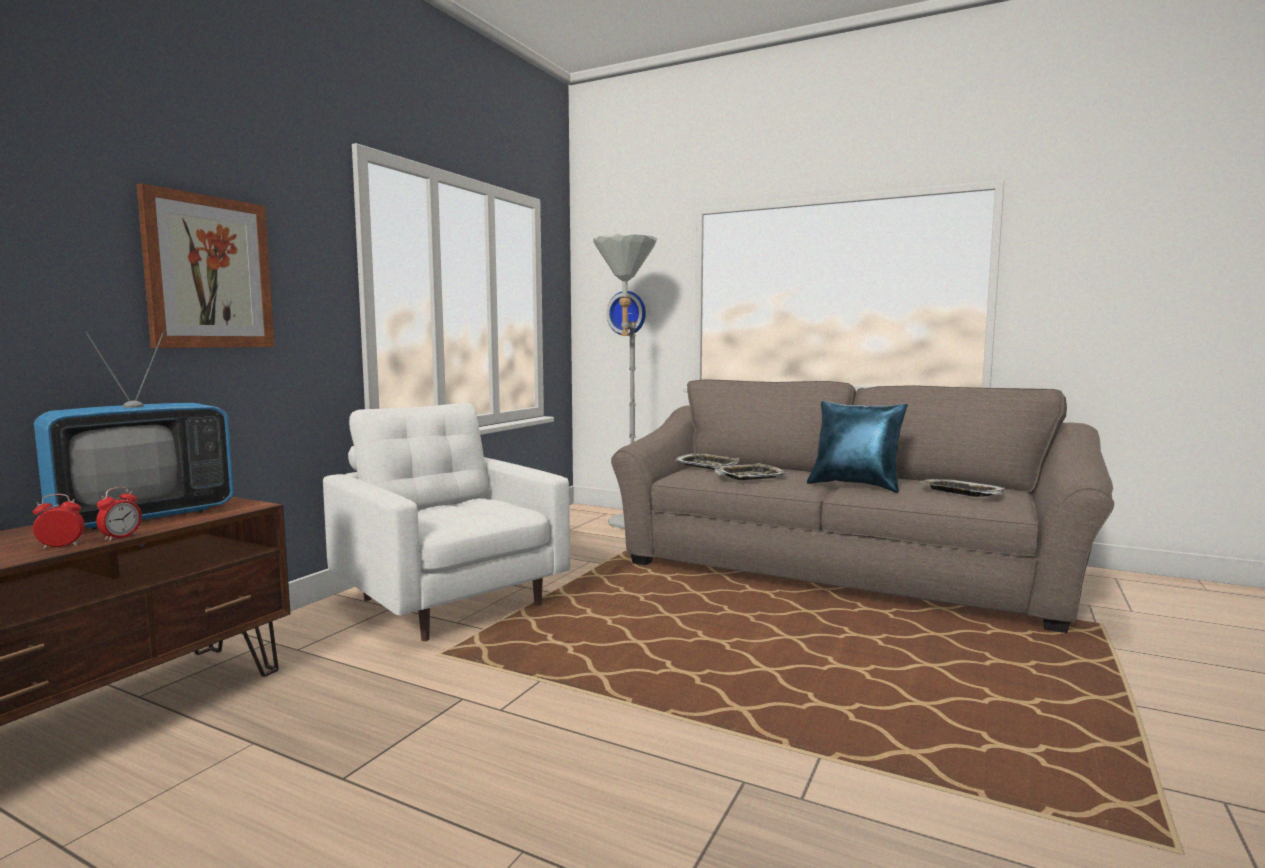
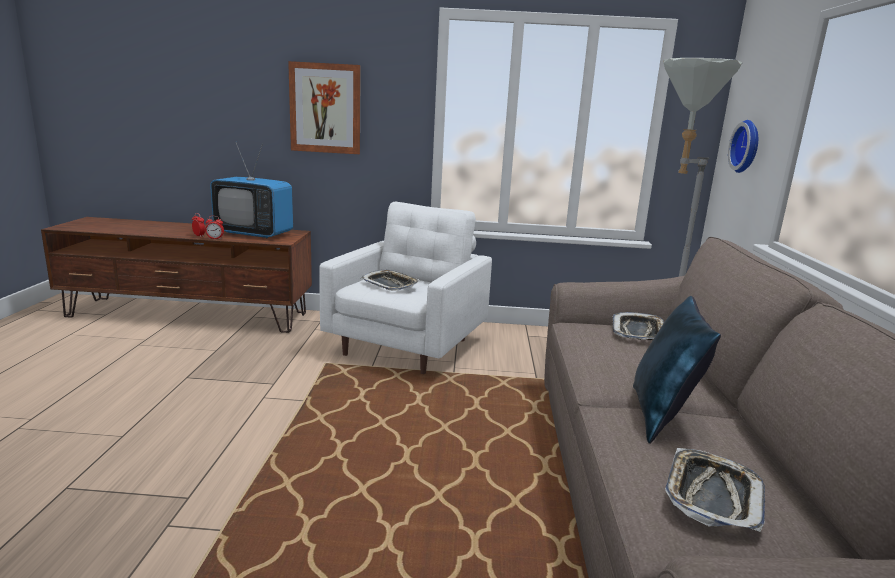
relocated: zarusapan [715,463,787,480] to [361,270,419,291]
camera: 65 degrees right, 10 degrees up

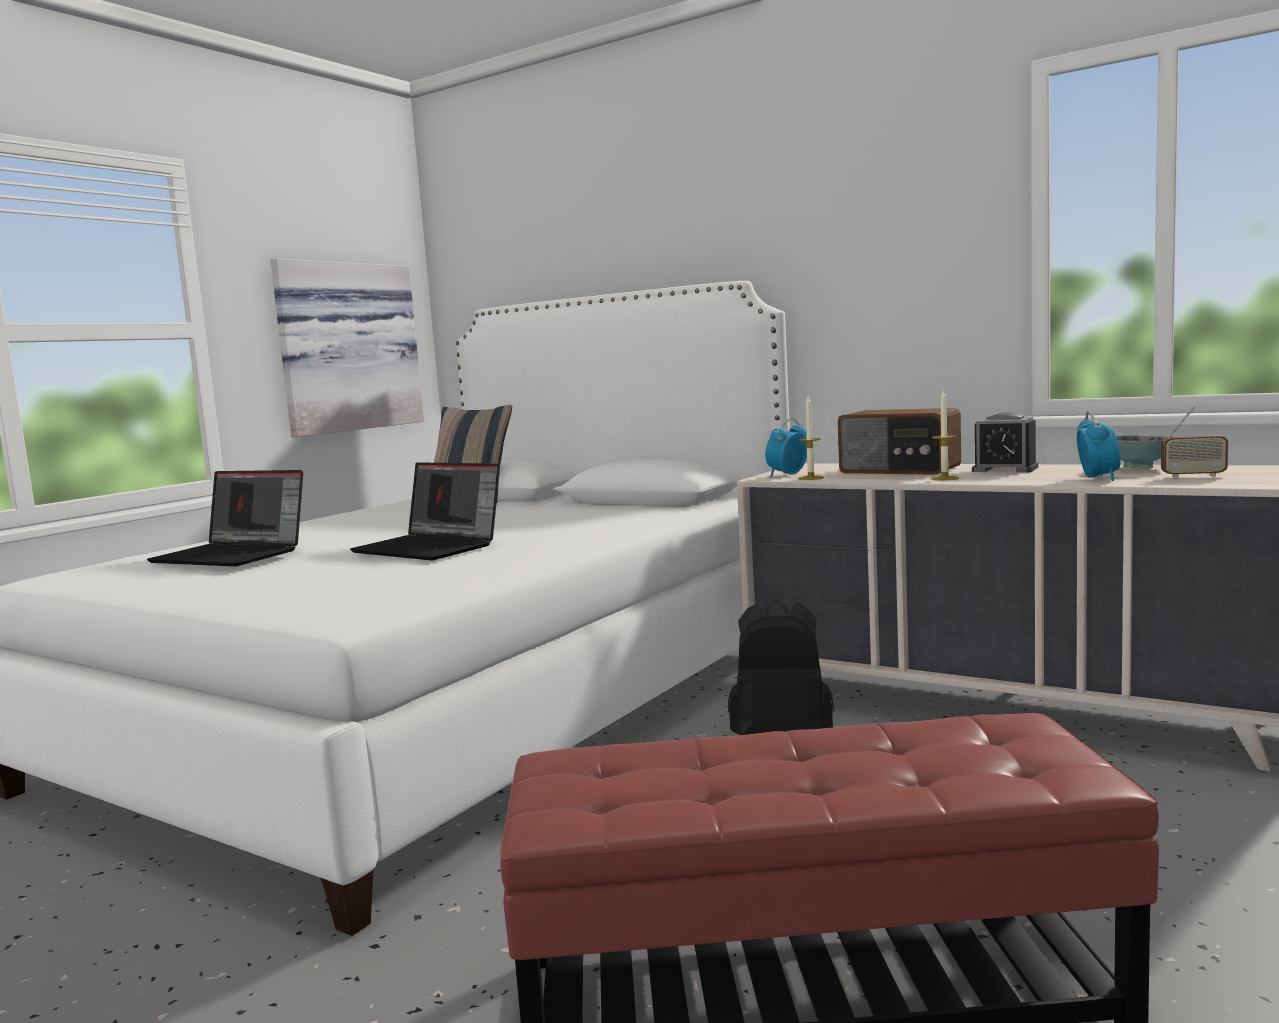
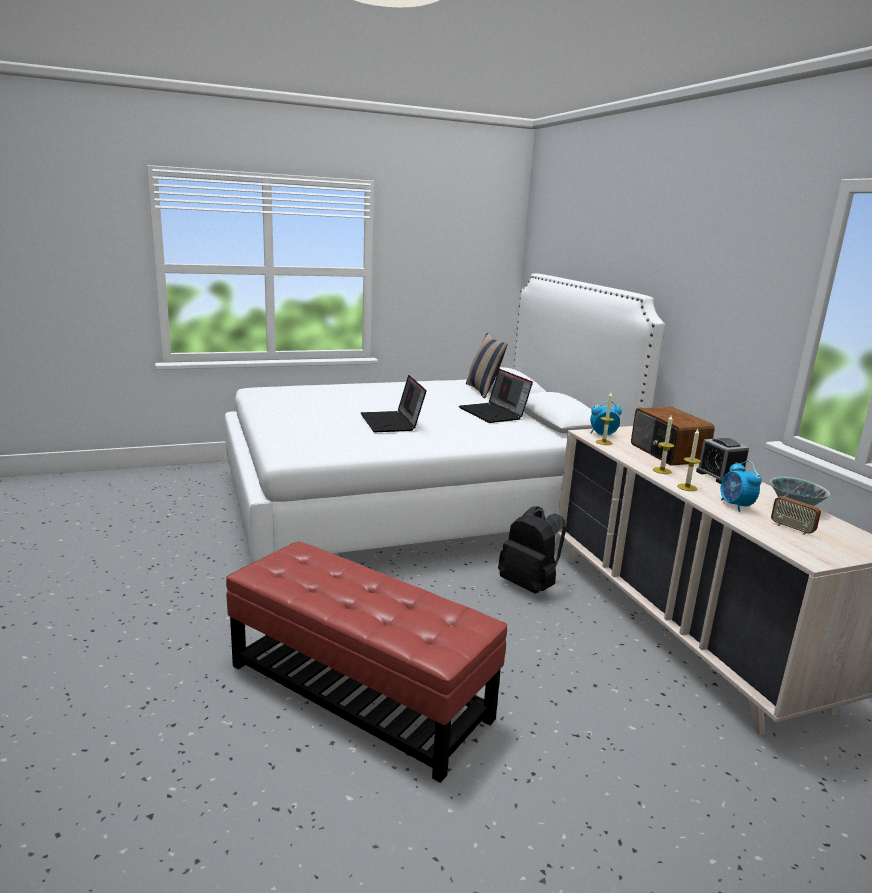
missing: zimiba [270,258,424,437]
appeared: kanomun [677,429,701,491]
relocated: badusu [147,470,303,566] to [459,369,533,423]
spun: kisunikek [1077,411,1121,481] = [721,461,762,512] 120 degrees clockwise
camera: 35 degrees right, 10 degrees up

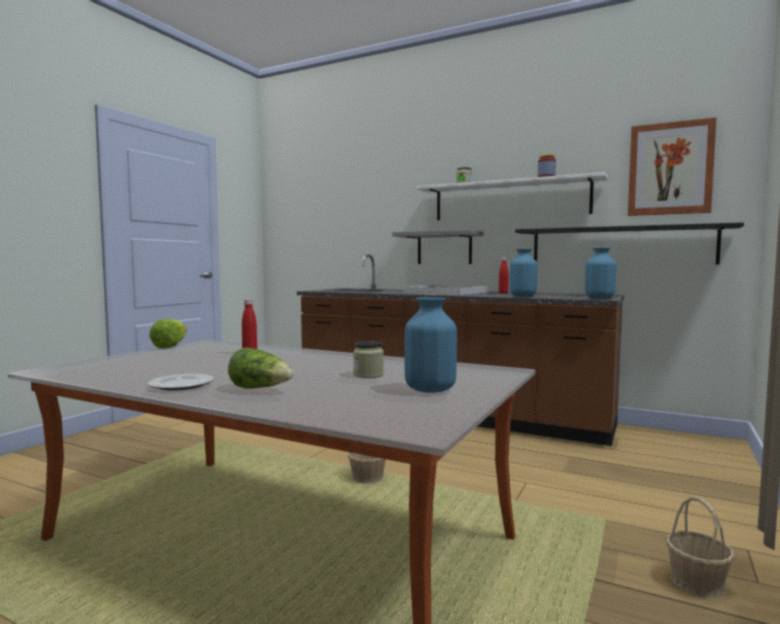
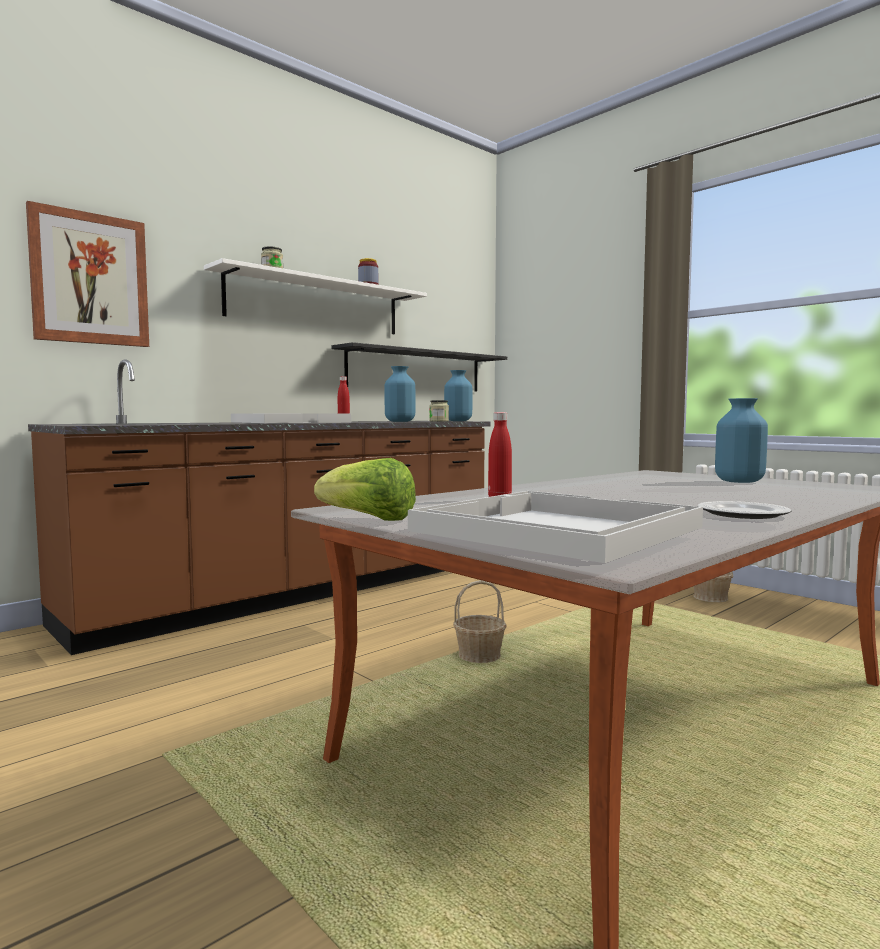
missing: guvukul [228,347,294,389]; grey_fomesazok [392,230,484,264]
appeared: white_zarusapan [408,491,703,563]
relocated: zimiba [628,117,717,216] to [26,201,149,347]; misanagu [353,341,384,378] to [429,400,449,422]
camera: 70 degrees left, 0 degrees up

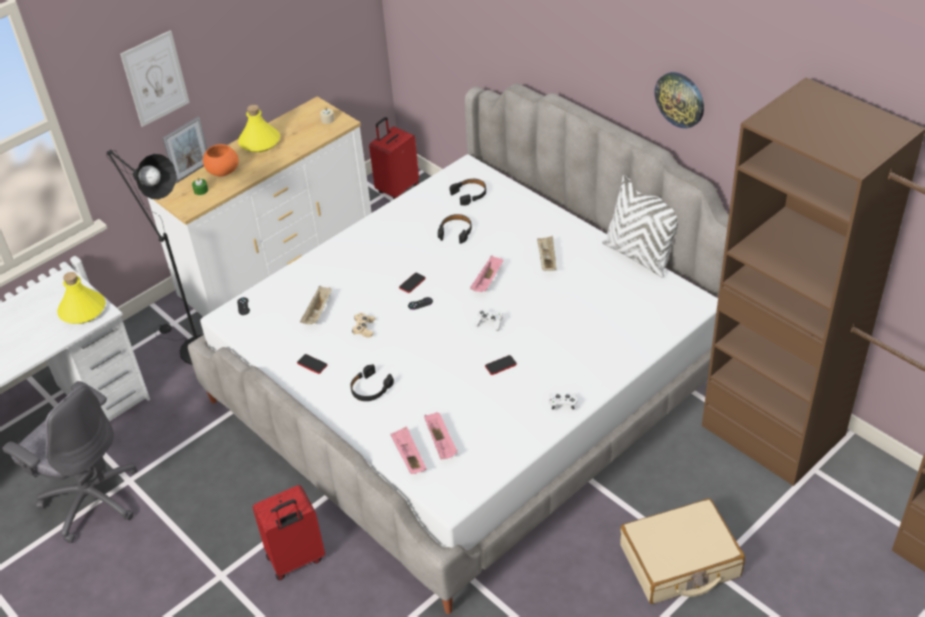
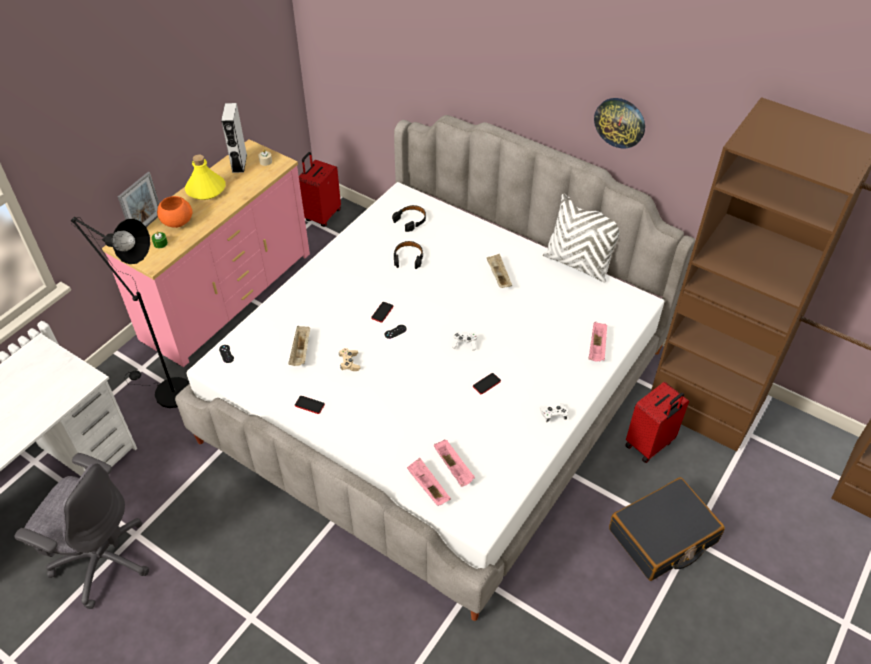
missing: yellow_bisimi [57,272,106,324]; zimiba [120,30,190,127]; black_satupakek [350,364,394,401]
appeared: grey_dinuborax [221,103,247,173]
relocated: pink_zarusapan [470,255,503,292] to [588,322,608,361]; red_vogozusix [252,485,325,580] to [625,382,689,463]
colour: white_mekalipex [148,96,372,317] to pink_mekalipex [102,139,310,367]; beige_vogozusix [620,498,745,604] to black_vogozusix [609,477,725,581]
camera: 15 degrees left, 5 degrees up

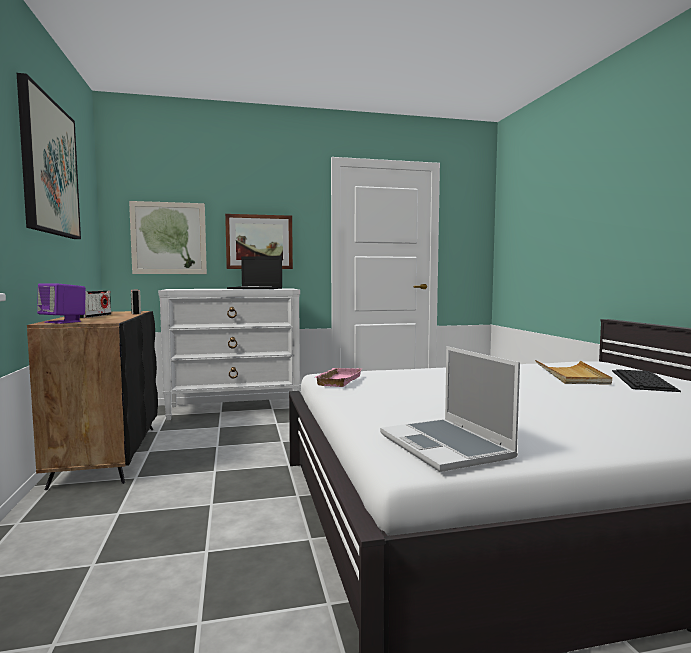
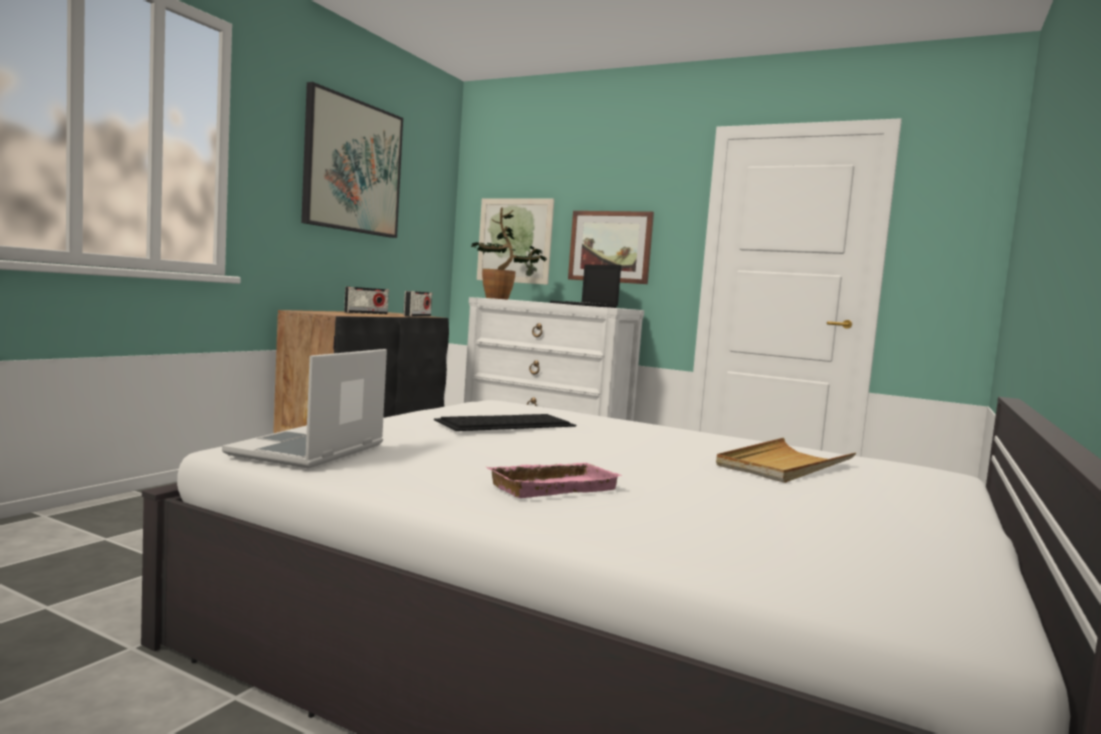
missing: purple_dinuborax [37,283,86,324]
appeared: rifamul [471,207,547,300]
relocated: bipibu [612,369,681,392] to [434,414,576,431]; pink_zarusapan [315,368,362,387] to [487,463,622,498]
camera: 40 degrees right, 0 degrees up

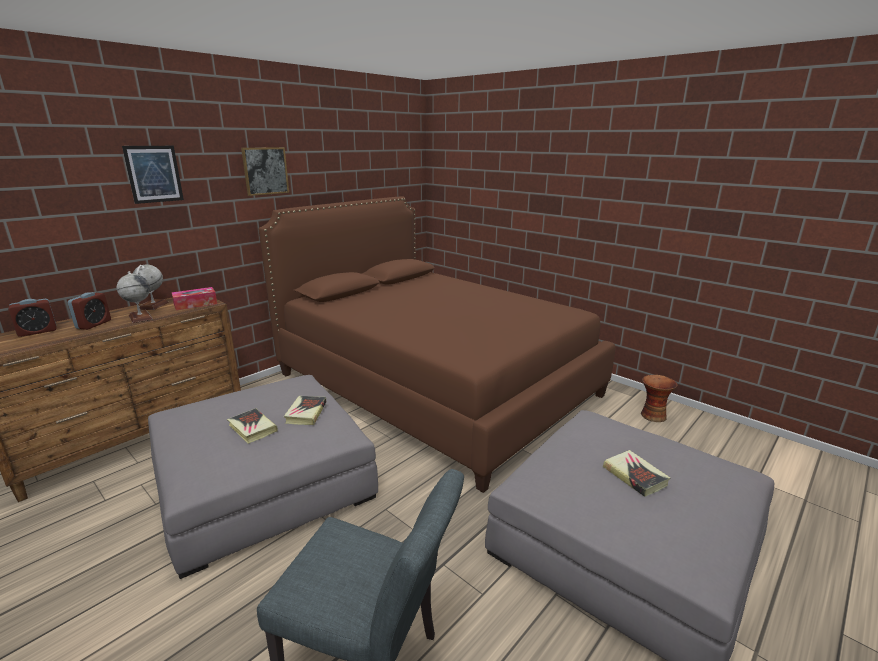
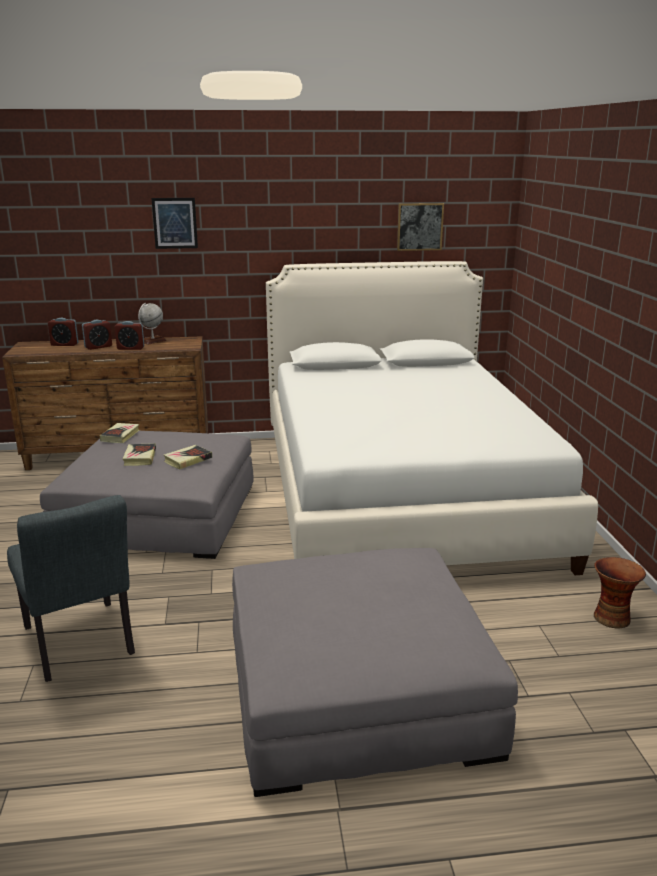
missing: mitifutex [172,287,217,310]
relocated: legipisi [603,450,670,497] to [100,423,139,443]; zimiba [241,147,289,196] to [397,203,444,251]
exchanged: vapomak [117,271,153,323] to kisunikek [115,321,144,350]
colour: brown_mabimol [258,197,615,493] to white_mabimol [266,261,598,575]
camera: 40 degrees right, 0 degrees up

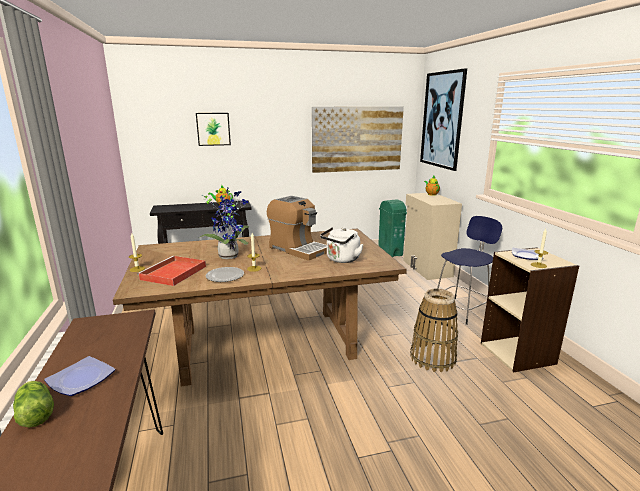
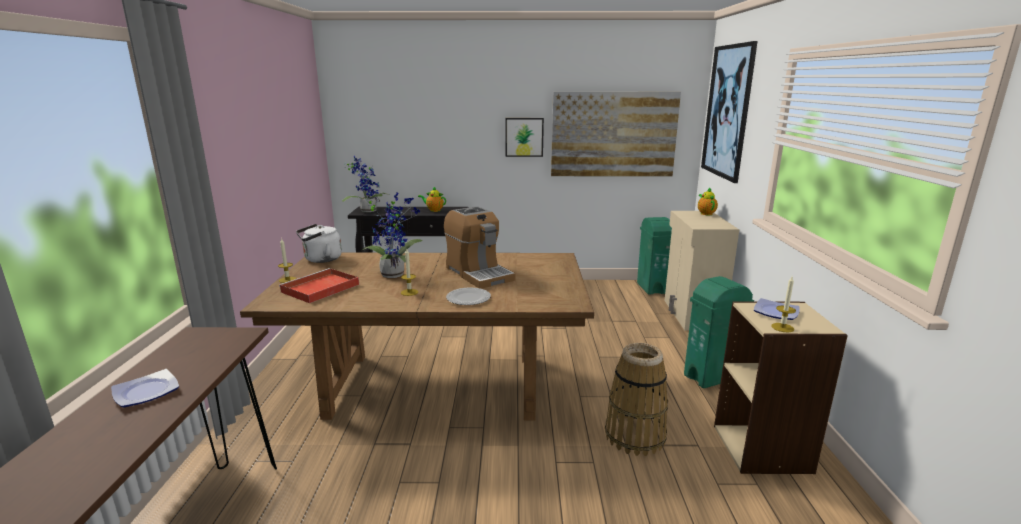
missing: guvukul [13,381,54,428]
appeared: rifamul [342,156,389,212]
relocated: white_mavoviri [320,227,364,263] to [296,224,342,263]; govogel [206,267,244,282] to [446,287,491,305]; zimiba [196,113,231,146] to [505,118,544,157]
exchanged: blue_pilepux [437,216,502,325] to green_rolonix [684,276,754,388]
camera: 15 degrees right, 0 degrees up

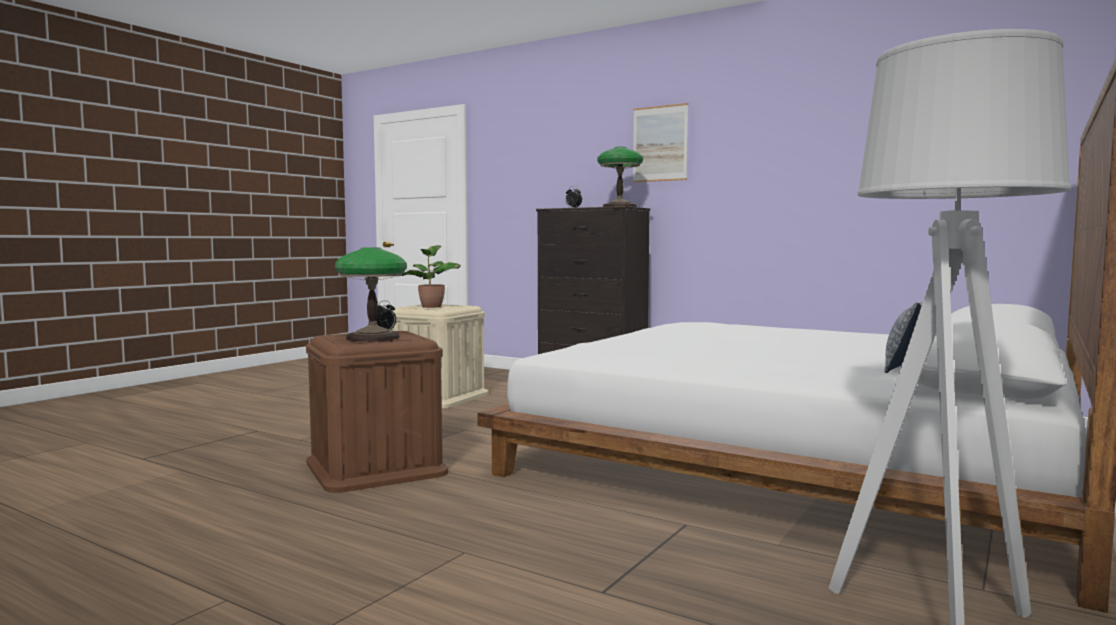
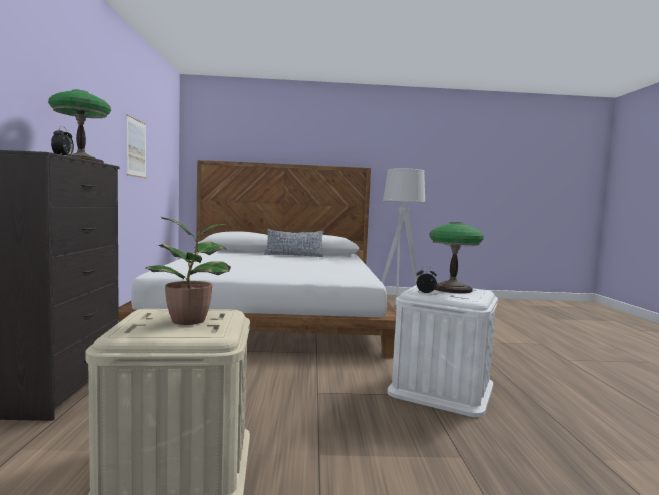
relocated: zimiba [633,103,688,182] to [127,115,146,178]
colour: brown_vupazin [306,331,448,493] to white_vupazin [388,285,498,417]
camera: 125 degrees left, 0 degrees up

